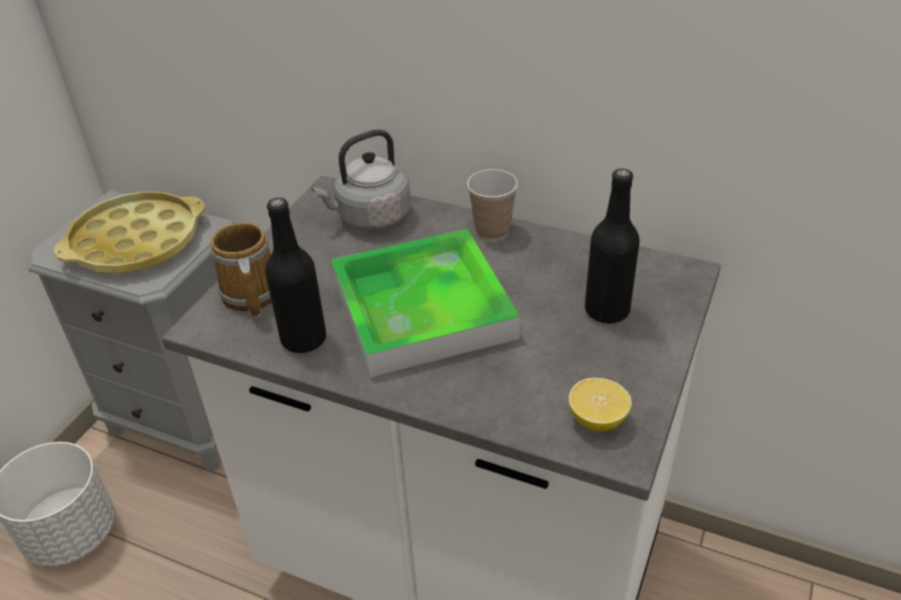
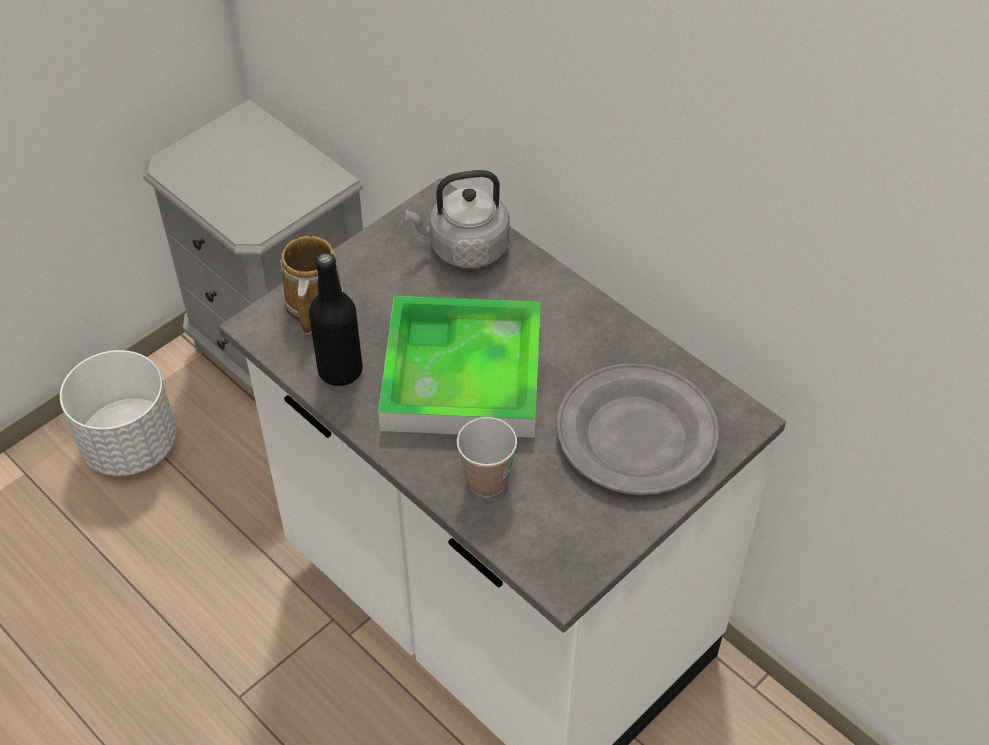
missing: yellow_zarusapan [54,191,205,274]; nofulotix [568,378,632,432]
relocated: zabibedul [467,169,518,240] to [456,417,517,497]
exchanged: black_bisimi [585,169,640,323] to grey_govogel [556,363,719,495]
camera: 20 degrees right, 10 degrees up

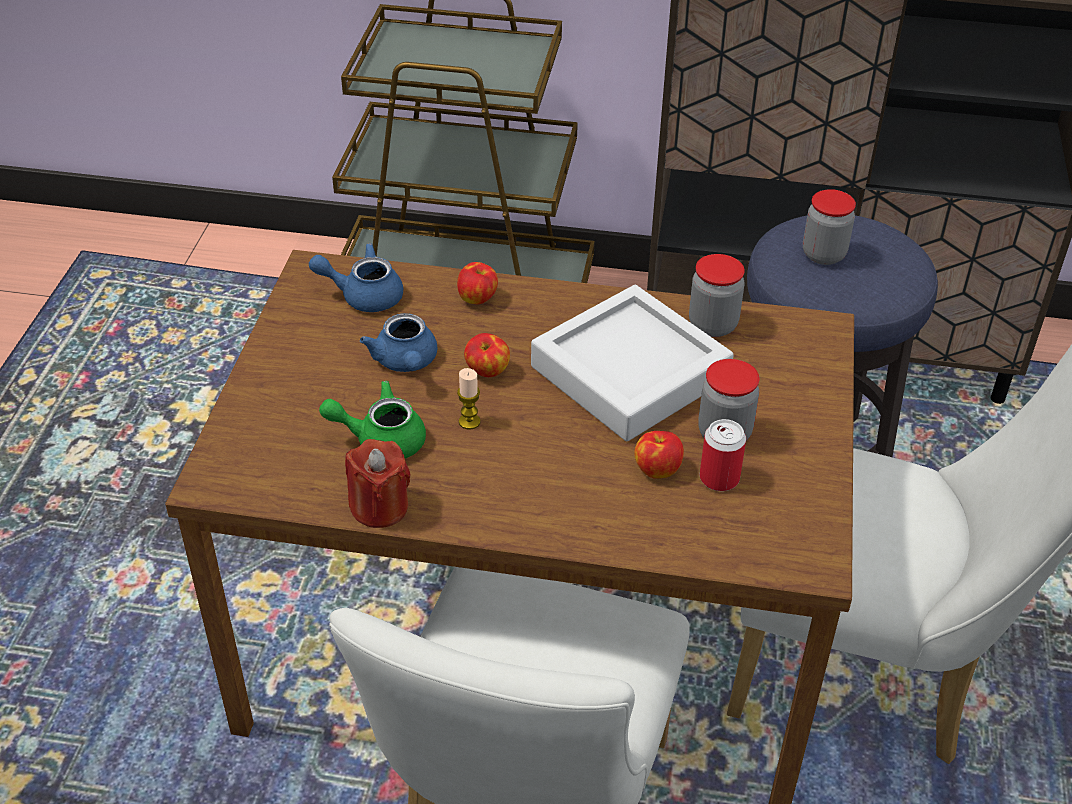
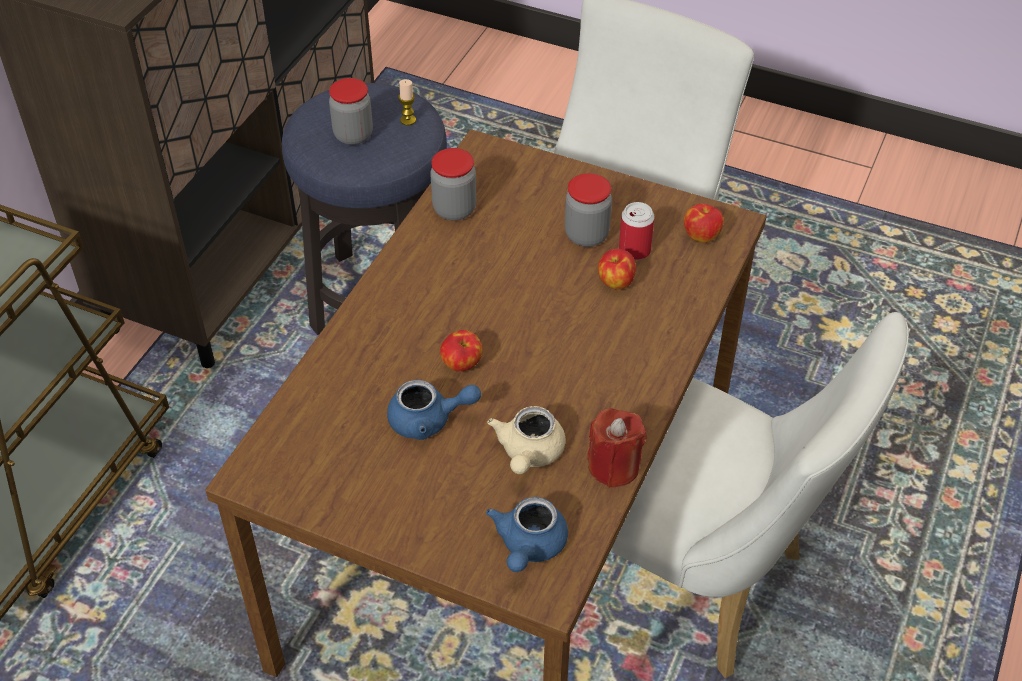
missing: grey_zarusapan [531,285,734,441]
relocated: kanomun [457,368,481,430] to [398,79,416,126]; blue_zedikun [309,243,403,312] to [486,497,568,572]; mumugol [457,262,498,304] to [684,204,724,243]
colour: green_zedikun [319,381,426,458] to beige_zedikun [487,406,566,474]
camera: 75 degrees left, 5 degrees up

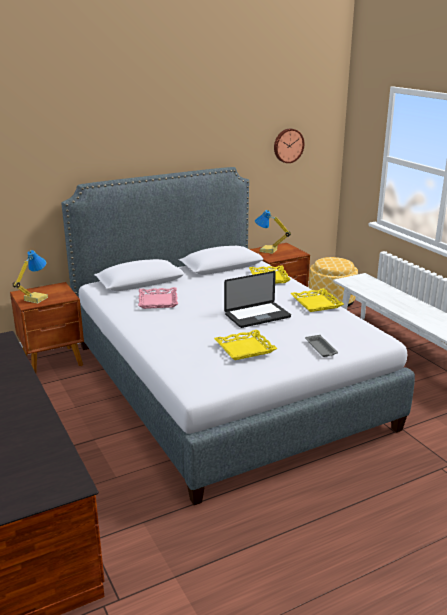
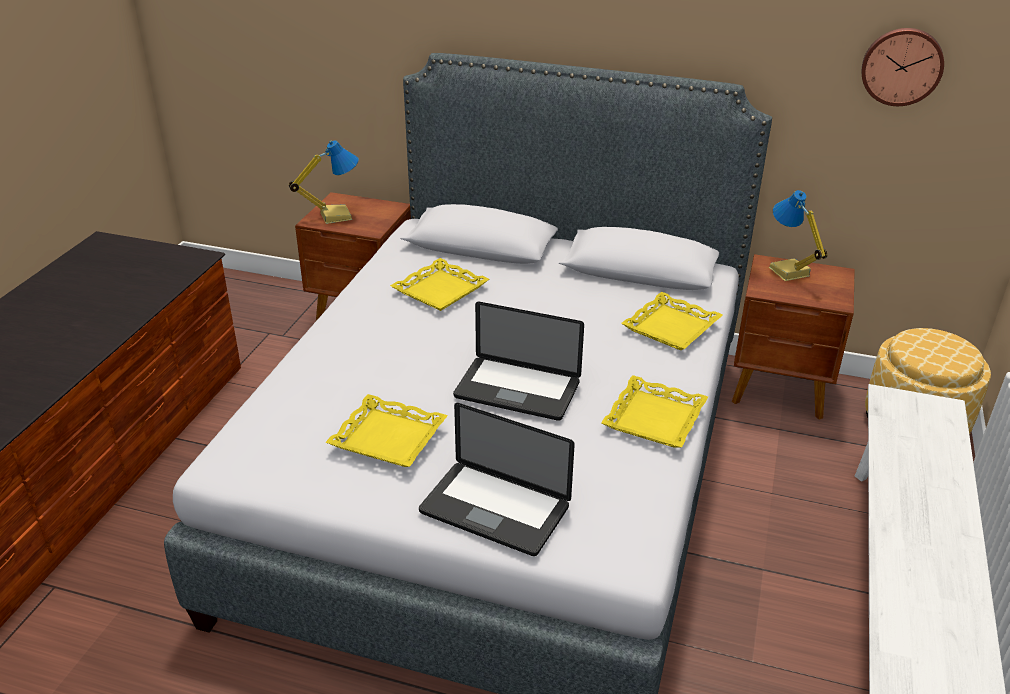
exchanged: grey_zarusapan [305,335,338,357] to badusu [419,403,575,556]
colour: pink_zarusapan [138,287,178,309] to yellow_zarusapan [390,258,489,311]
camera: 45 degrees right, 10 degrees up

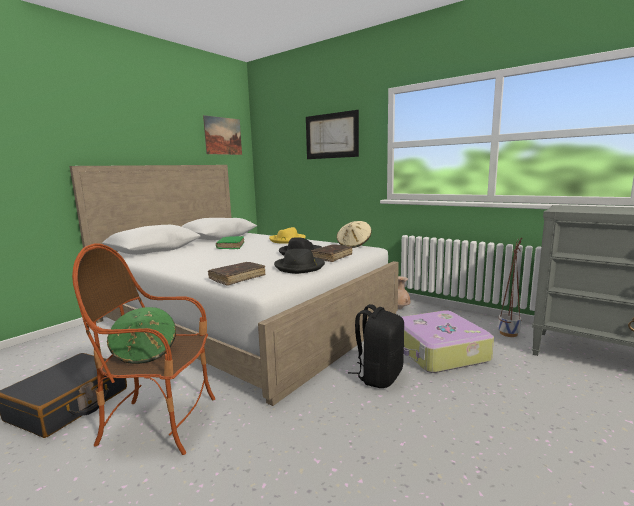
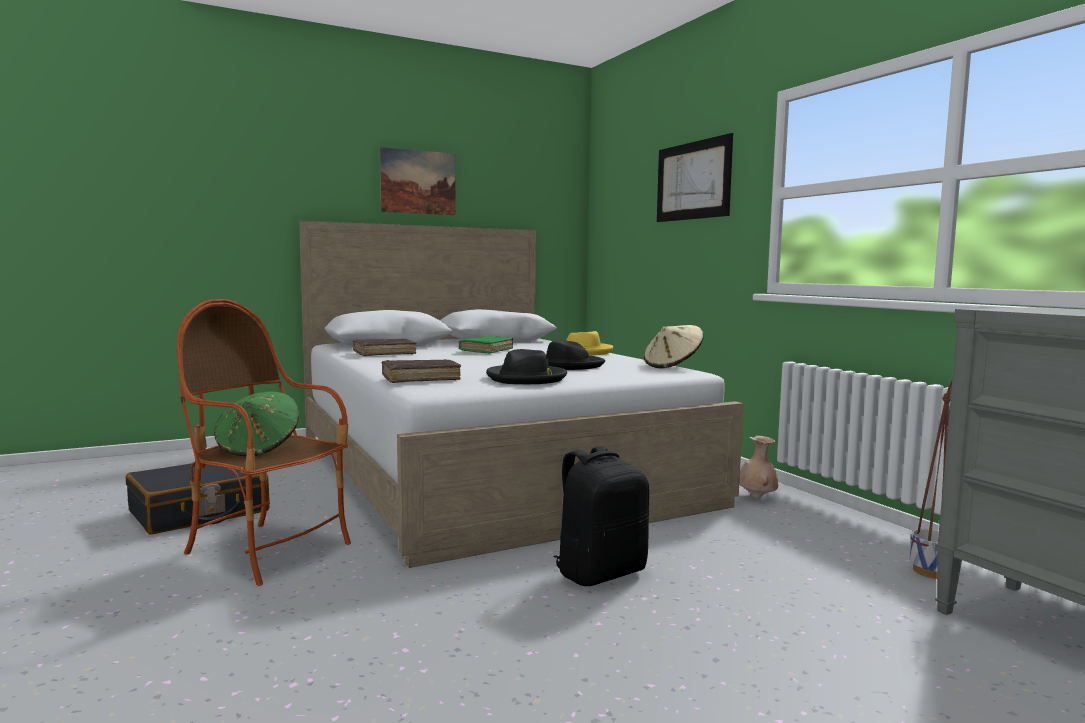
missing: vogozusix [402,310,494,373]
relocated: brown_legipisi [311,244,352,262] to [353,339,417,356]; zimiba [203,115,242,155] to [380,147,456,215]
camera: 25 degrees right, 5 degrees down

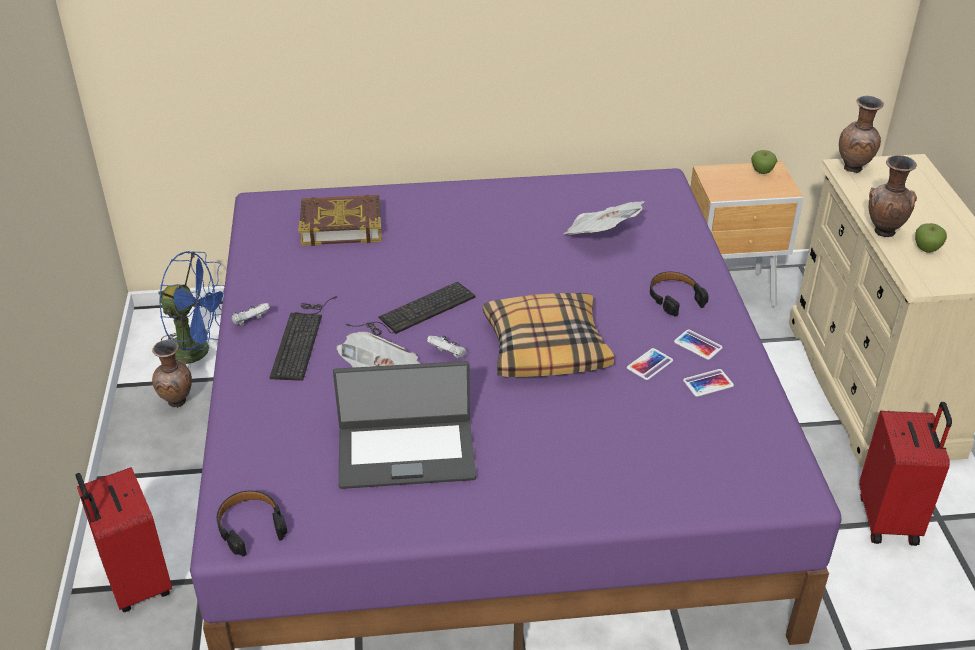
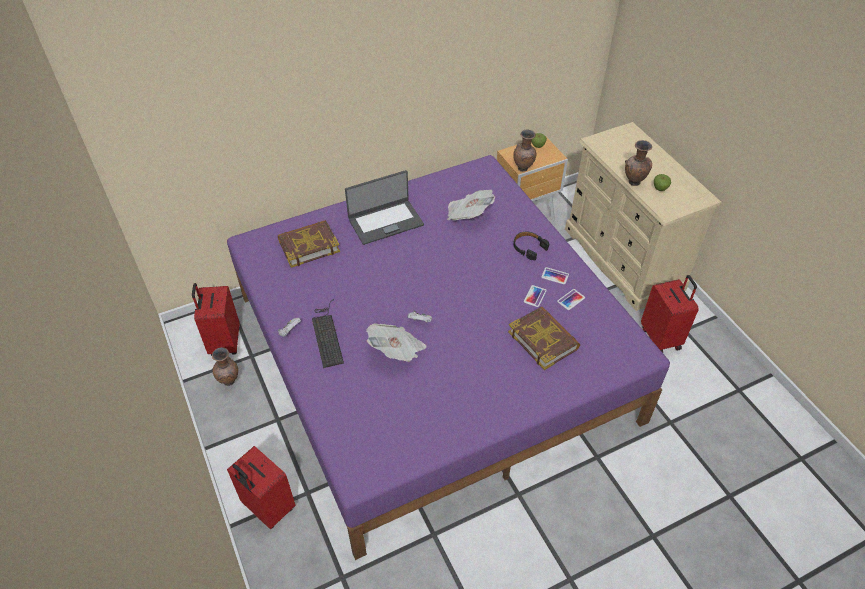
missing: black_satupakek [217,491,288,557]; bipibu [346,282,475,336]; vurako [483,293,614,377]
appeared: legipisi [508,307,580,370]
relocated: badusu [333,361,476,489] to [345,170,424,245]; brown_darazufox [839,96,884,173] to [513,130,536,172]
exchanged: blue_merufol [159,251,225,364] to red_vogozusix [192,283,239,356]
camera: 20 degrees left, 10 degrees up

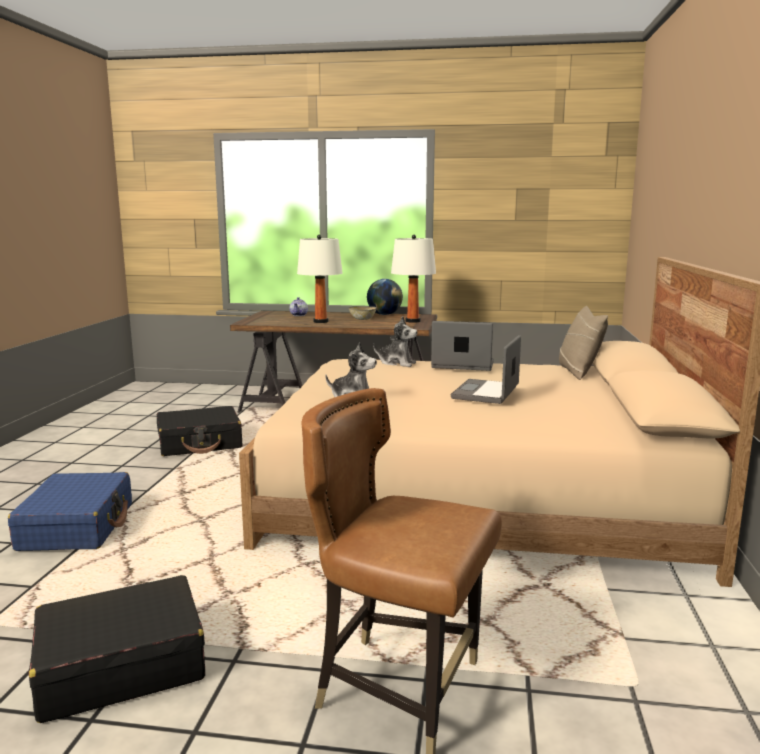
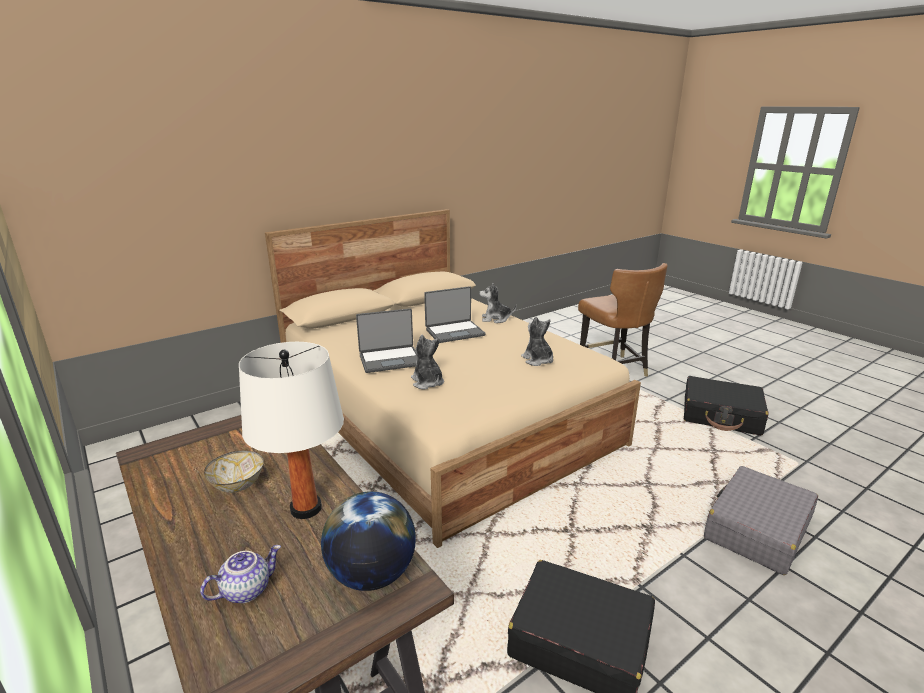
missing: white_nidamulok [391,235,436,323]; beige_vurako [559,306,608,380]
appeared: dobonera [479,283,517,323]
relocated: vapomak [367,279,403,315] to [321,491,416,591]
colour: blue_vogozusix [8,472,132,551] to grey_vogozusix [704,466,818,575]
spun: badusu [431,321,494,371] = [356,308,417,373] 75 degrees counterclockwise
camera: 135 degrees left, 10 degrees up

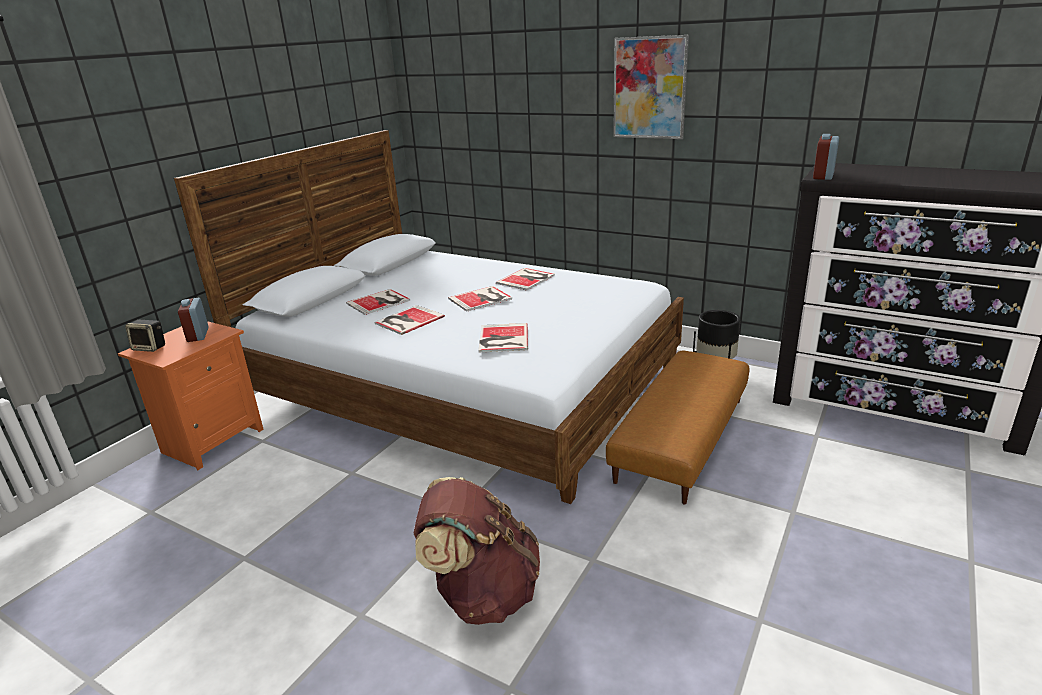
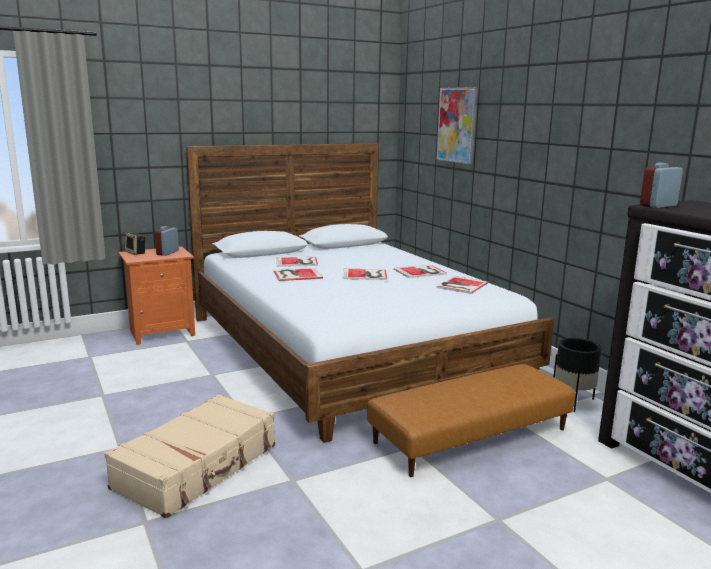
relocated: zimiba [613,35,689,139] to [436,87,478,164]; legipisi [478,323,528,352] to [436,276,488,294]
exchanged: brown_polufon [413,477,540,625] to beige_vogozusix [104,394,275,518]
camera: 30 degrees right, 10 degrees down

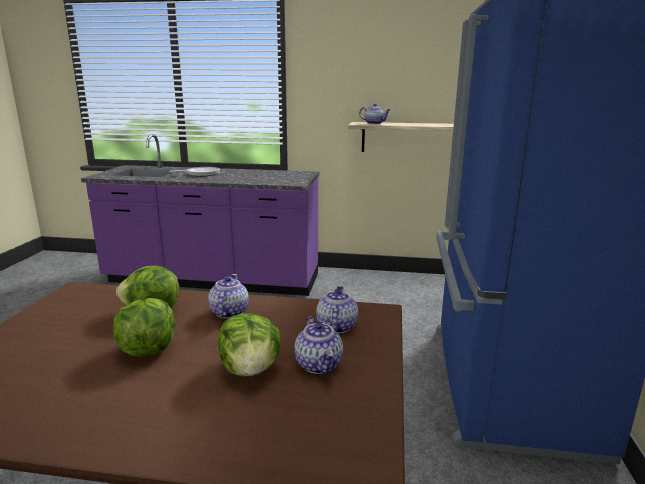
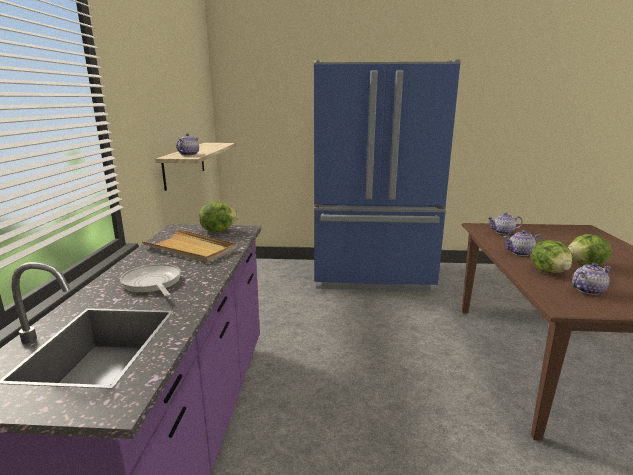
appeared: beige_zarusapan [142,229,236,263]
relocated: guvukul [218,313,281,377] to [199,202,238,232]; zedikun [294,317,343,374] to [572,263,612,295]
camera: 95 degrees left, 0 degrees up

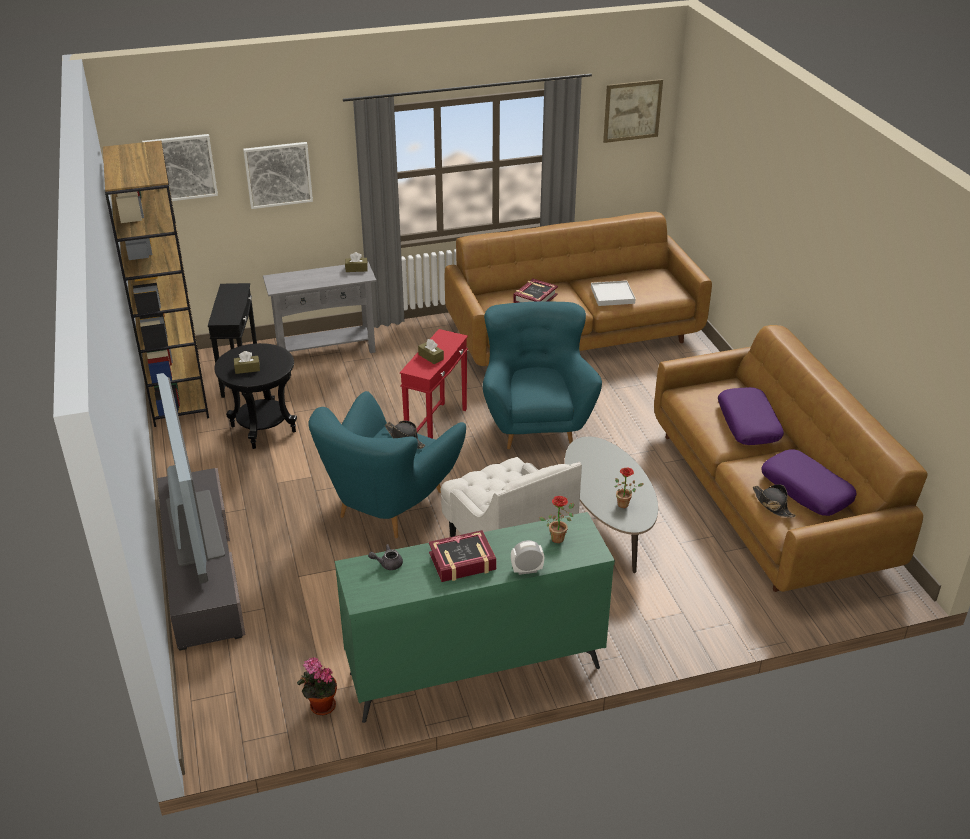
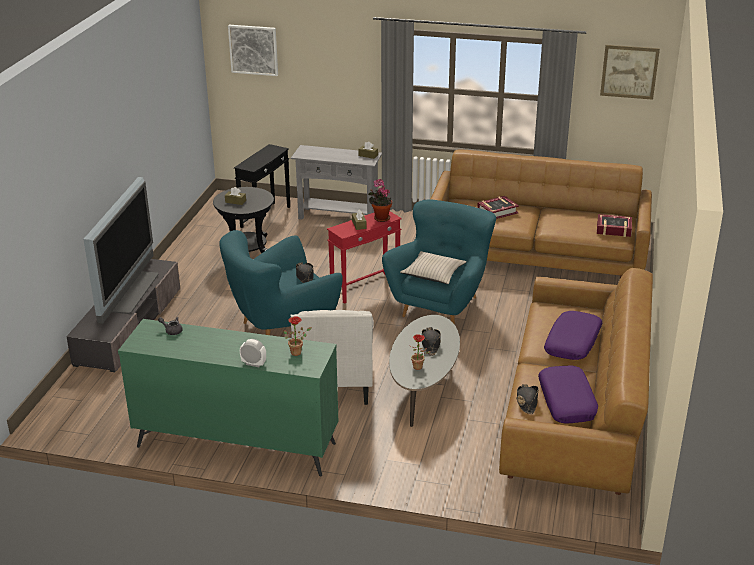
missing: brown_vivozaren [103,141,209,427]; zimiba [243,142,313,209]; white_zarusapan [591,281,636,306]
appeared: beige_vurako [400,251,466,284]; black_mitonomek [422,327,441,356]
relocated: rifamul [297,657,337,715] to [368,179,392,222]; legipisi [429,530,496,582] to [597,214,632,237]
camera: 30 degrees right, 5 degrees down

